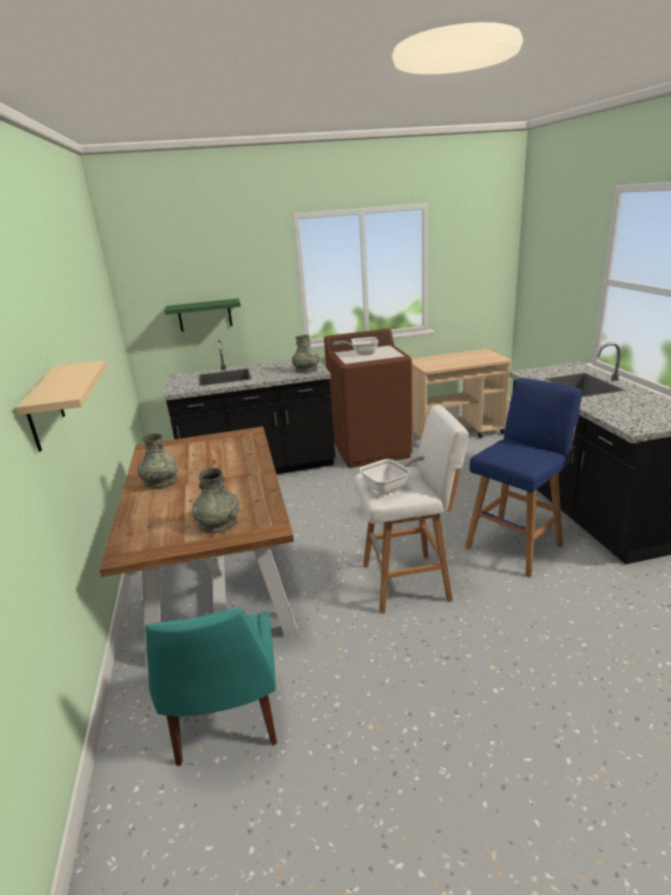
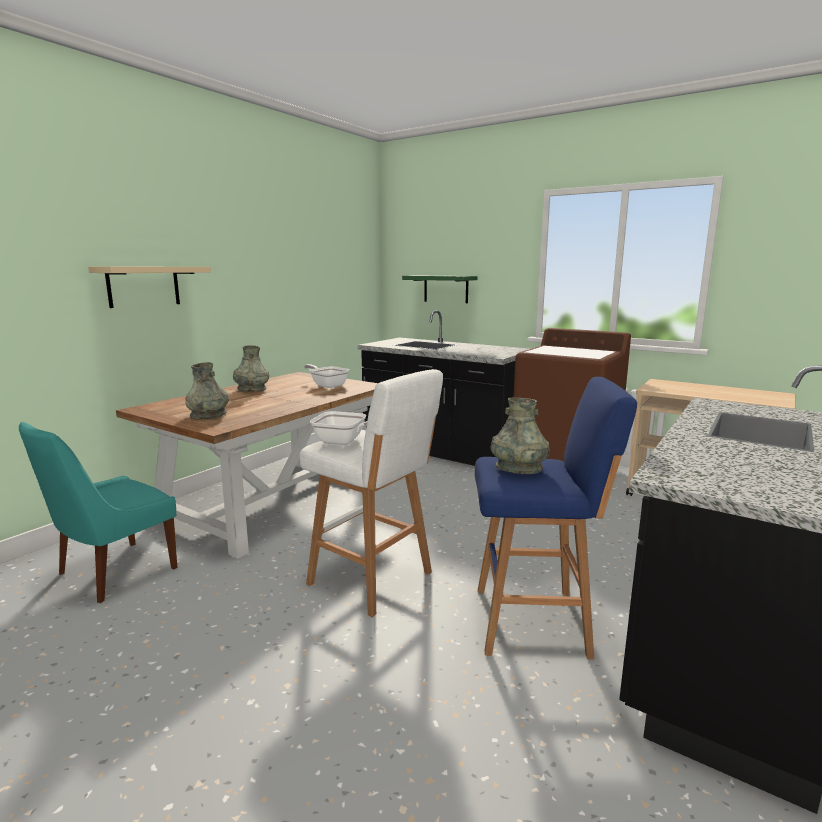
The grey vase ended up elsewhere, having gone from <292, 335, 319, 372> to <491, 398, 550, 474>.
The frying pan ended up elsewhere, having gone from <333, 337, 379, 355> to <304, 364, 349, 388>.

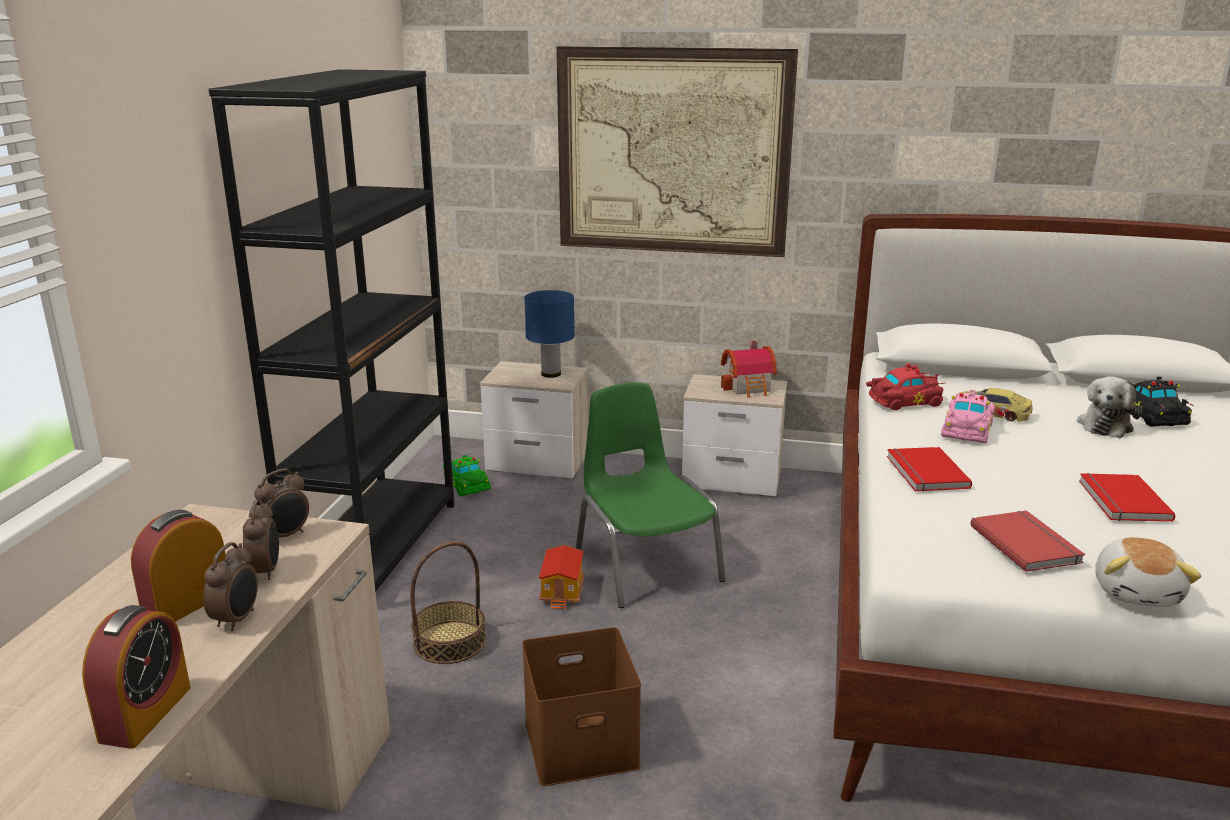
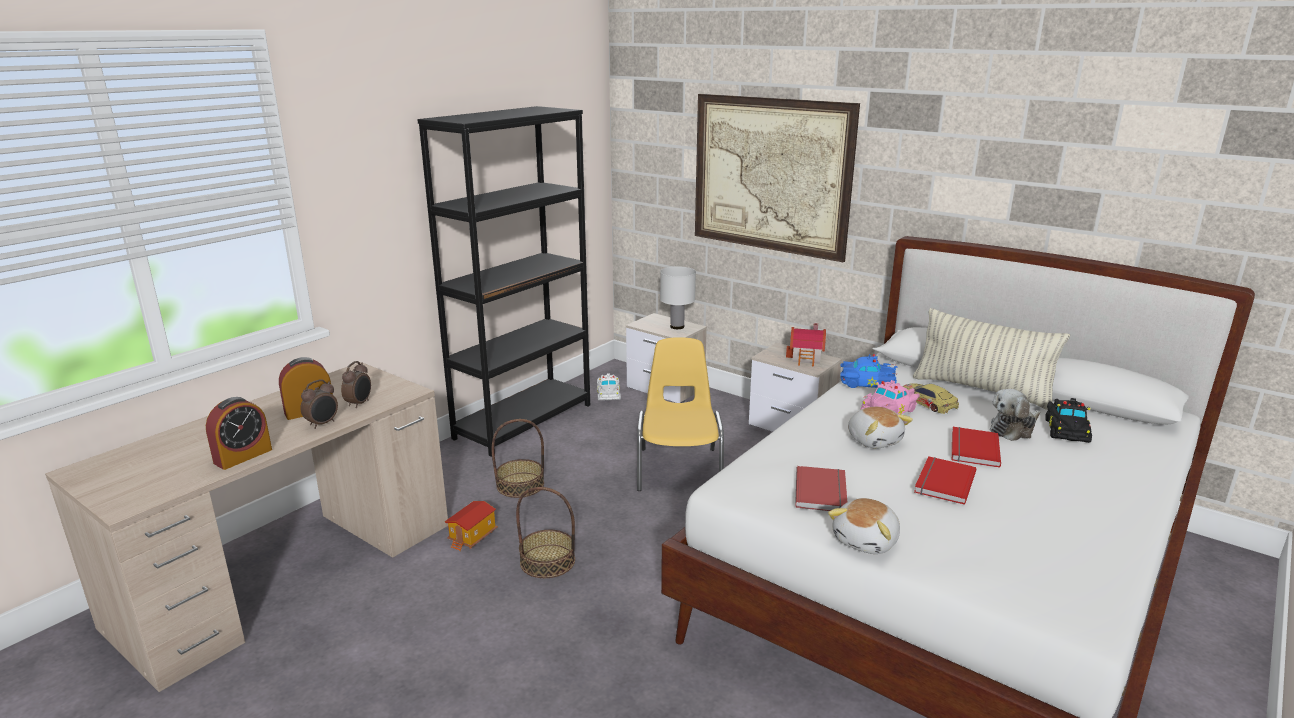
The second view lost the alarm clock at <254, 468, 309, 538>.
The second view gained the plush toy at <848, 407, 913, 449>.
The second view gained the pillow at <913, 308, 1070, 410>.
The toy house ended up elsewhere, having gone from <539, 545, 585, 610> to <444, 501, 498, 551>.
The red book ended up elsewhere, having gone from <887, 447, 972, 492> to <952, 427, 1001, 468>.
Where the brown storage box stood at <522, 627, 641, 786>, the basket came to stand at <516, 487, 575, 578>.
What was the green toy car at <443, 455, 491, 496> turned into the white toy car at <597, 373, 621, 400>.
What was the blue table lamp at <524, 290, 575, 378> turned into the white table lamp at <660, 266, 696, 329>.
What was the green chair at <576, 382, 726, 608> turned into the yellow chair at <637, 337, 724, 491>.
What was the red toy car at <866, 363, 946, 410> turned into the blue toy car at <840, 354, 897, 388>.

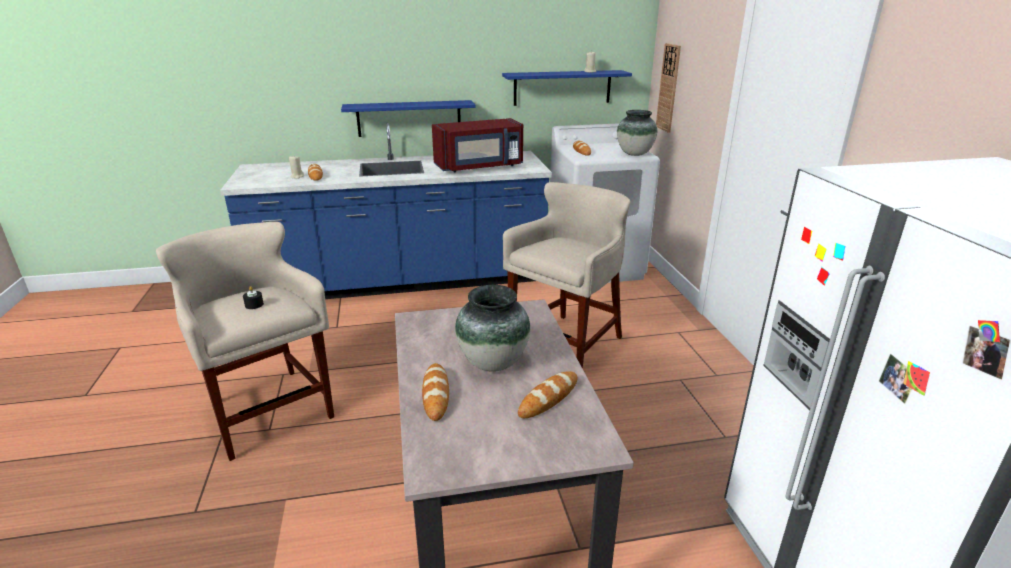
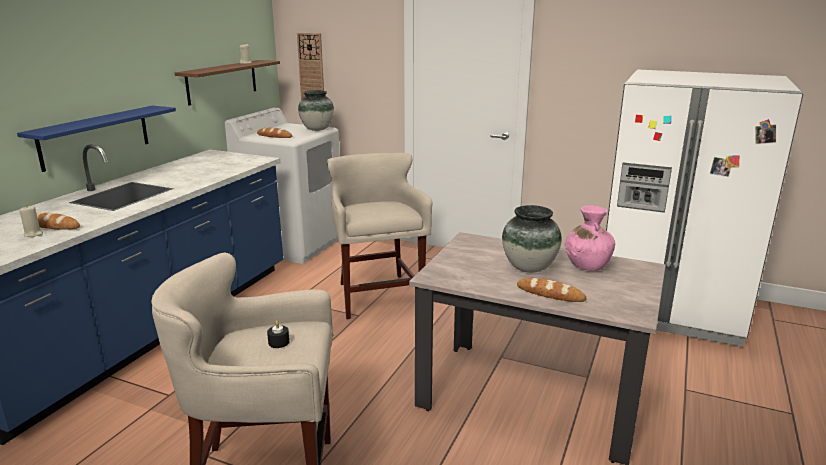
The second view lost the red microwave at <432, 118, 523, 172>.
Where the bread stood at <518, 371, 578, 418>, the pink vase came to stand at <565, 205, 615, 271>.
What was the blue shelf at <502, 70, 632, 106> turned into the brown shelf at <175, 60, 280, 105>.

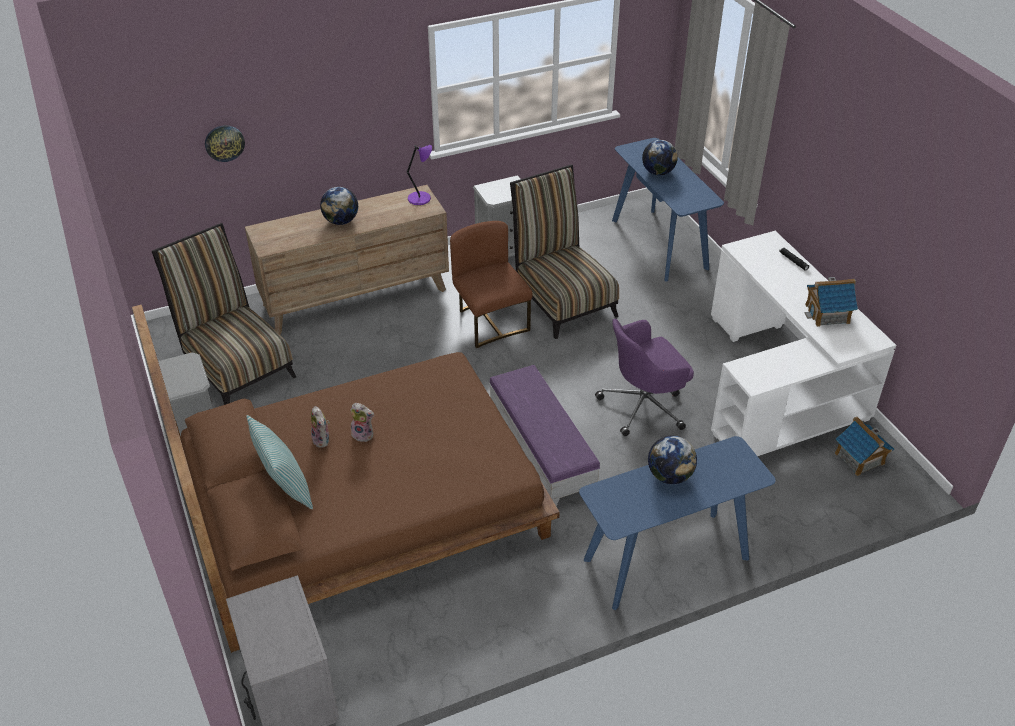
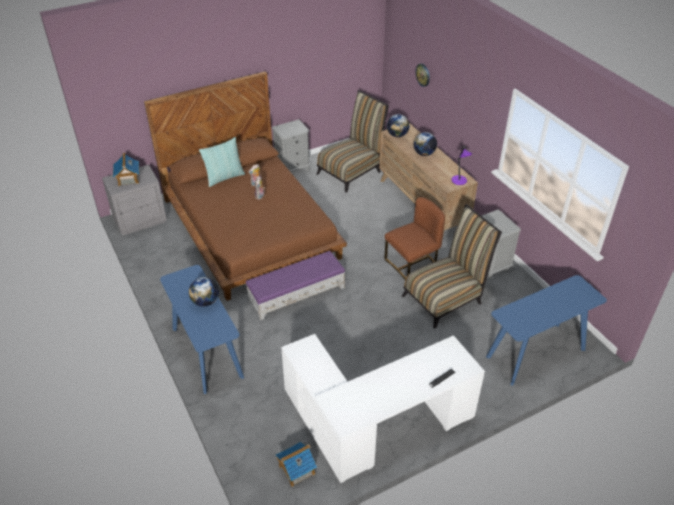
The second view lost the purple office chair at <595, 319, 694, 436>.
The globe ended up elsewhere, having gone from <642, 140, 678, 175> to <387, 114, 410, 137>.
The toy house ended up elsewhere, having gone from <804, 277, 858, 327> to <113, 153, 139, 186>.

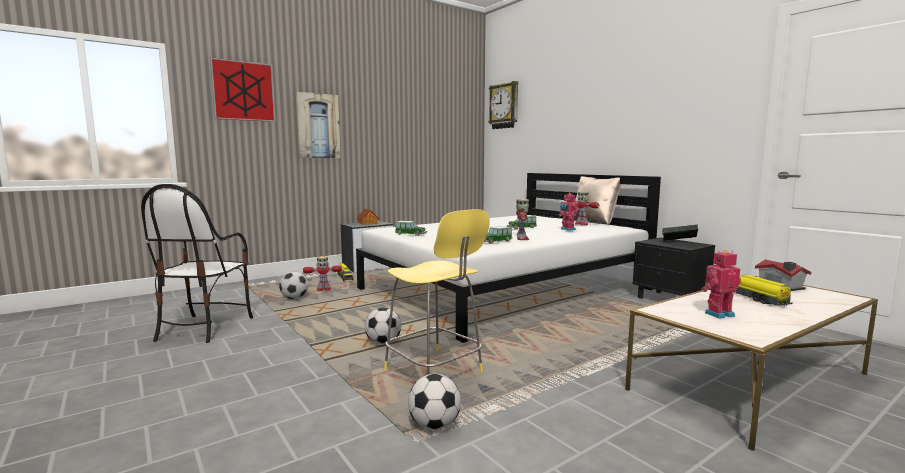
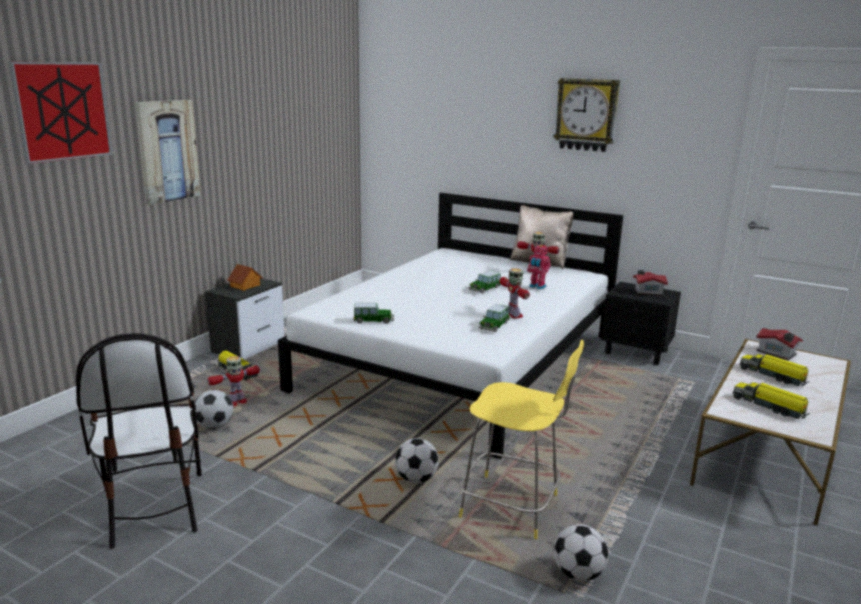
The wall clock ended up elsewhere, having gone from <488, 81, 518, 129> to <554, 78, 620, 152>.
Where the book stood at <662, 224, 698, 241>, the toy house came to stand at <633, 270, 668, 296>.
Where the toy robot stood at <702, 250, 741, 319>, the toy truck came to stand at <733, 382, 809, 420>.

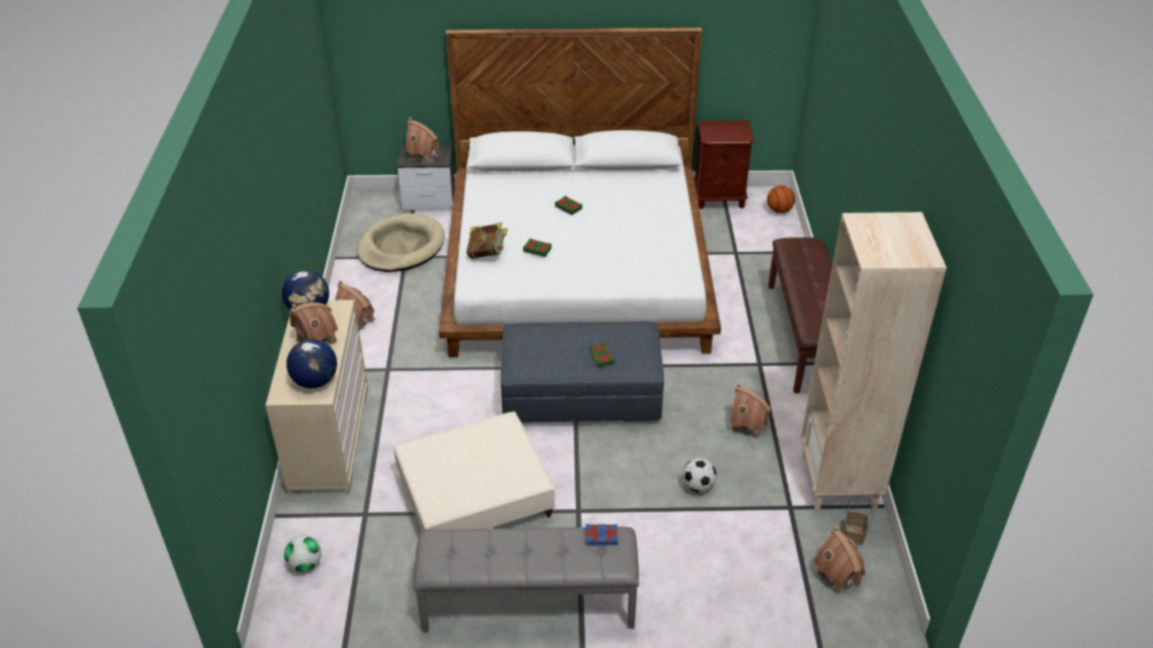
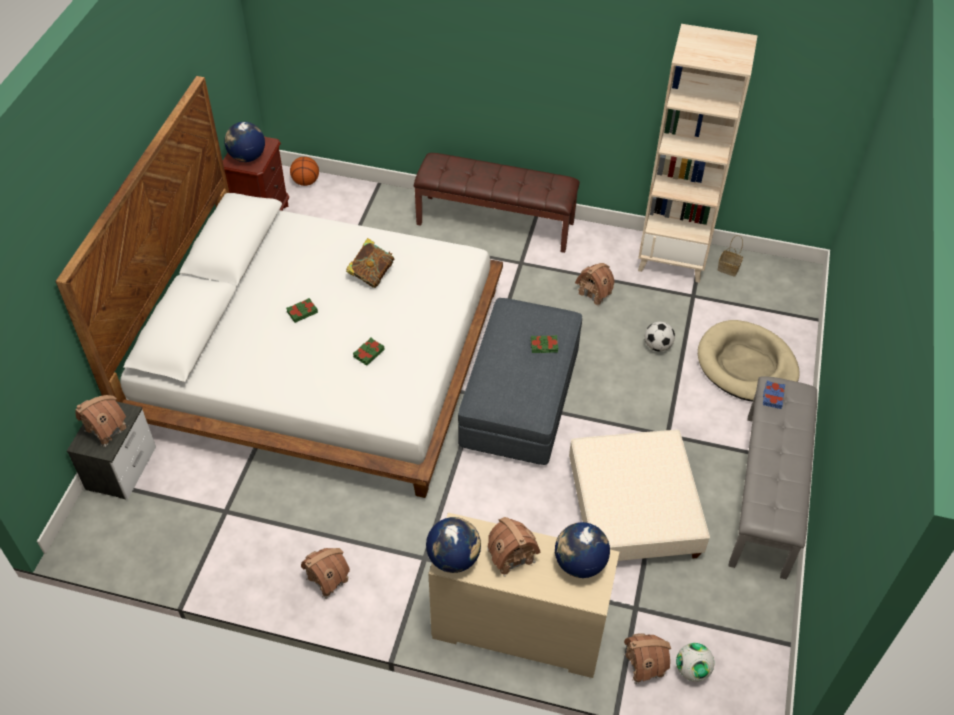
The second view gained the globe at <224, 122, 265, 162>.
The beige dog bed ended up elsewhere, having gone from <357, 213, 444, 272> to <698, 320, 800, 402>.
The book ended up elsewhere, having gone from <466, 222, 507, 259> to <346, 238, 394, 288>.
The toy house ended up elsewhere, having gone from <814, 526, 865, 593> to <624, 633, 671, 685>.

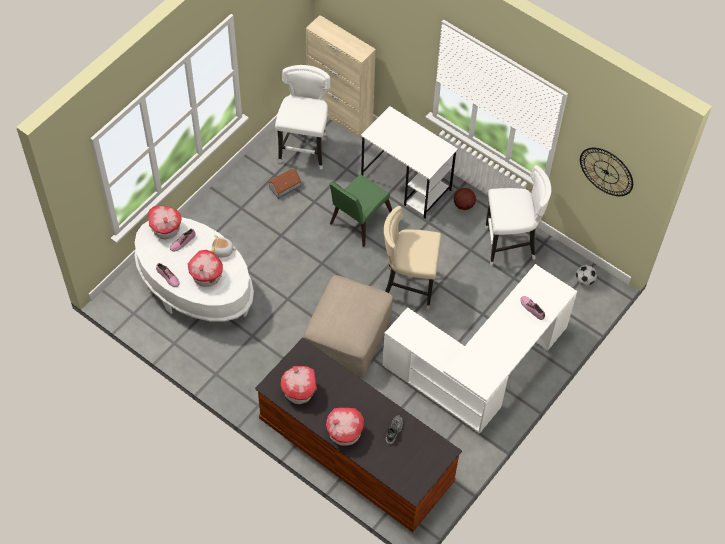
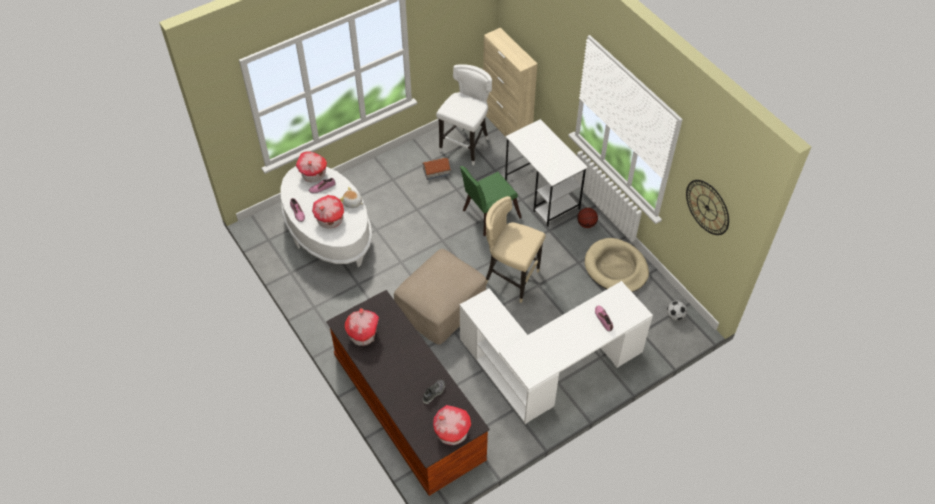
The toy house ended up elsewhere, having gone from <326, 408, 364, 446> to <433, 405, 471, 445>.
Where the white stool stood at <485, 165, 551, 266>, the beige dog bed came to stand at <585, 238, 649, 292>.

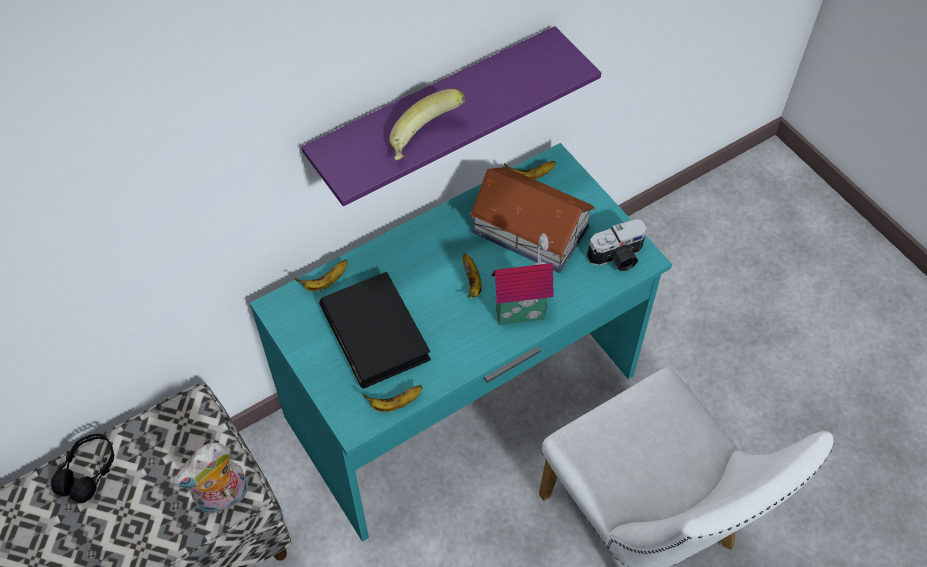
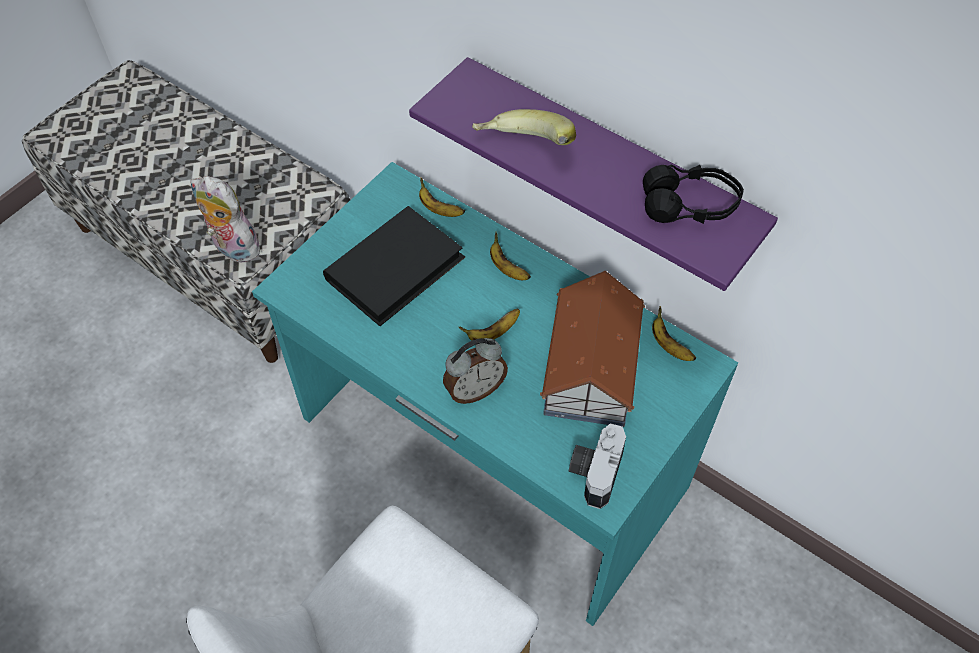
The black headphones ended up elsewhere, having gone from <51, 433, 114, 503> to <643, 165, 744, 224>.
The banana ended up elsewhere, having gone from <362, 385, 423, 412> to <490, 232, 531, 280>.
Where the toy house stood at <491, 233, 554, 325>, the alarm clock came to stand at <443, 338, 508, 404>.
The photo camera at <587, 219, 647, 271> ended up facing another way, 60 degrees clockwise from before.

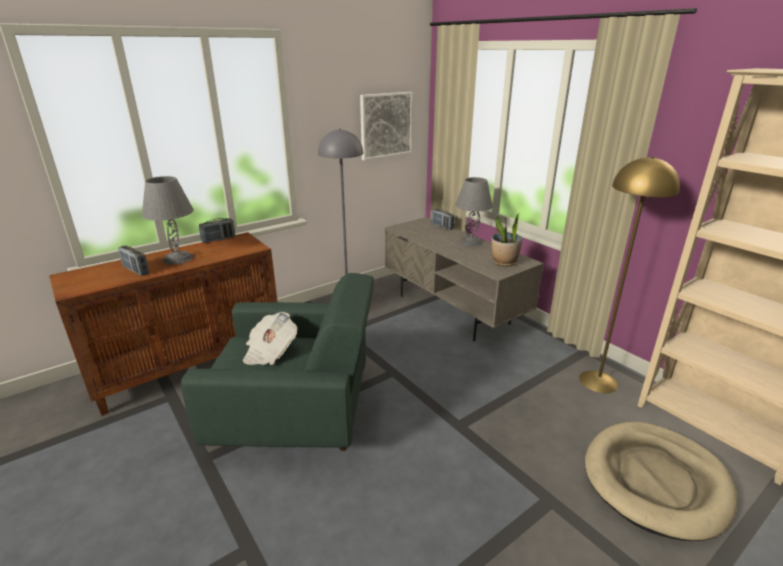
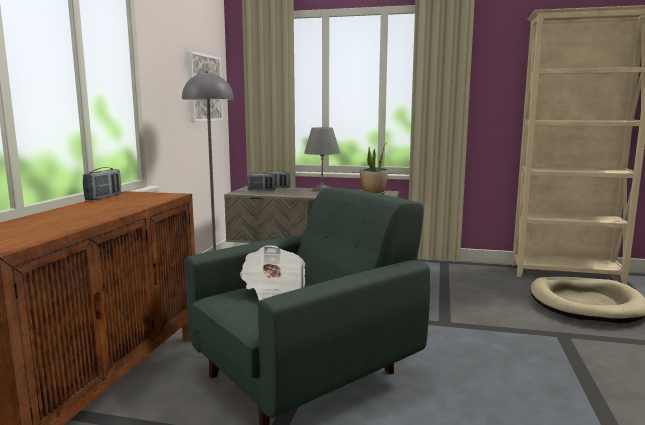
The second view lost the grey table lamp at <142, 176, 194, 265>.
The second view lost the yellow floor lamp at <579, 156, 680, 393>.
The radio ended up elsewhere, having gone from <118, 245, 149, 276> to <247, 172, 275, 190>.

